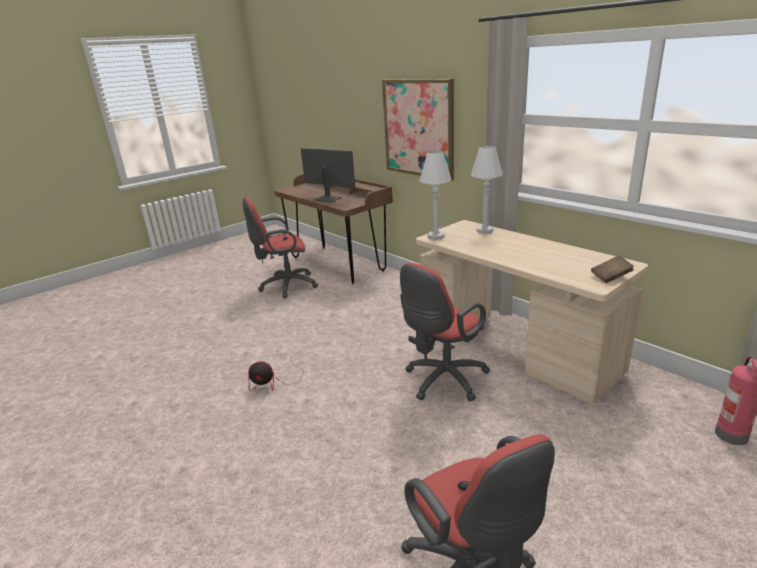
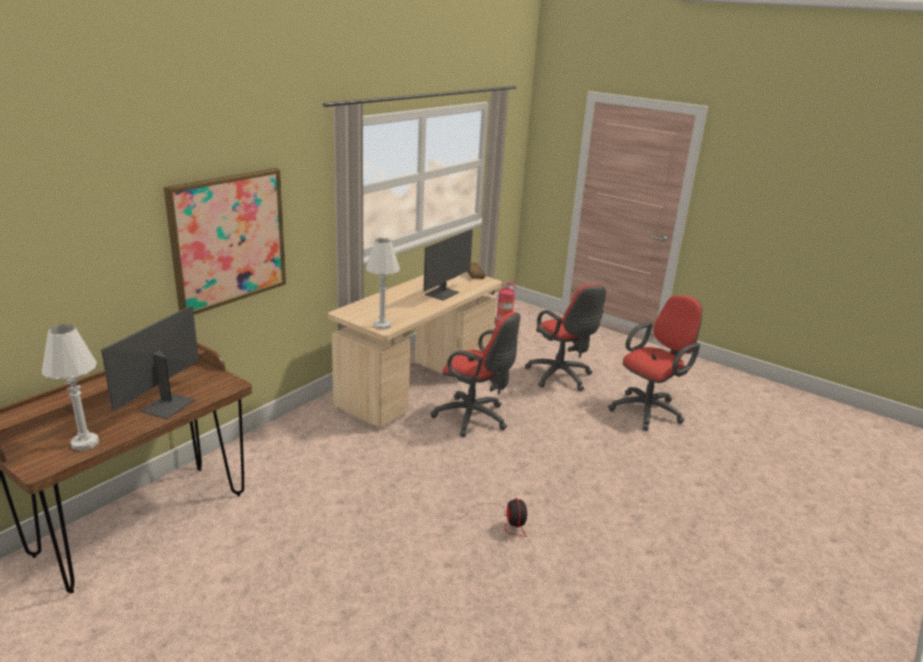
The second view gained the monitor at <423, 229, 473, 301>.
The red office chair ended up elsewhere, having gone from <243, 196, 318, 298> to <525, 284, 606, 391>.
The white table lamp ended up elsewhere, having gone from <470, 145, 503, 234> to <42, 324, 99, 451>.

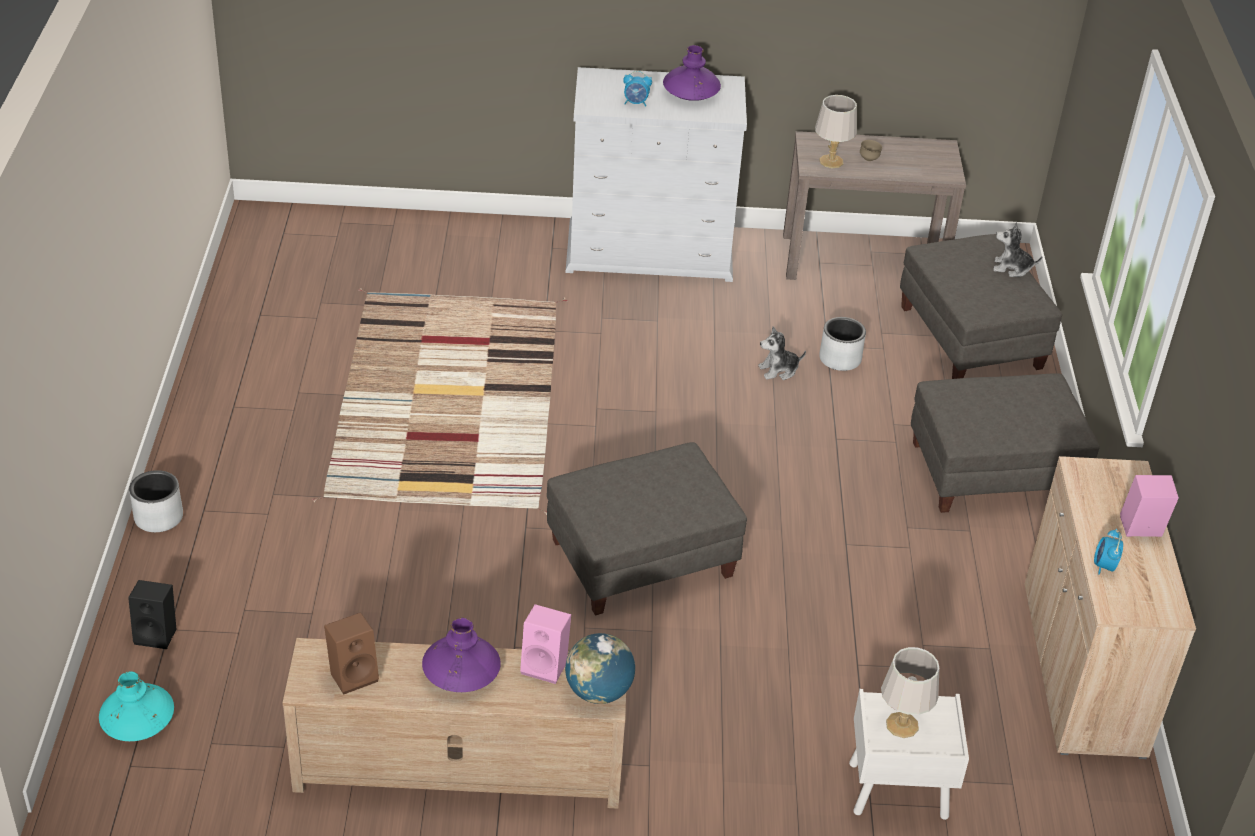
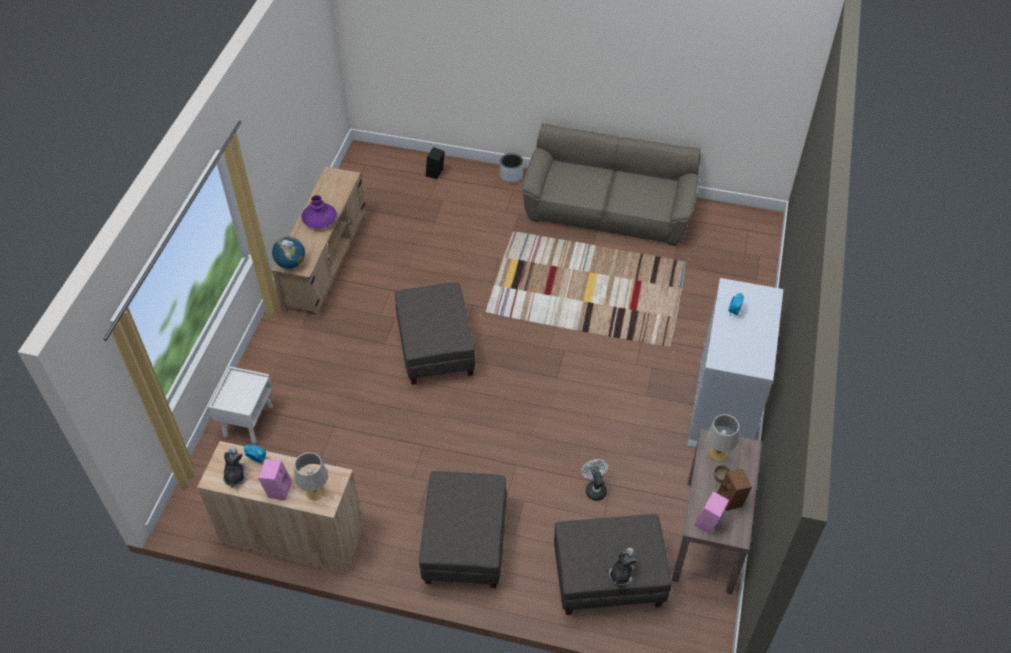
The second view lost the turquoise vase at <99, 671, 174, 741>.
The second view lost the purple vase at <663, 45, 721, 101>.
The second view gained the sofa at <522, 123, 700, 246>.
The brown speaker ended up elsewhere, having gone from <324, 612, 379, 695> to <717, 469, 752, 511>.
The pink speaker ended up elsewhere, having gone from <520, 604, 571, 684> to <695, 491, 729, 533>.
The plush toy ended up elsewhere, having gone from <758, 326, 806, 380> to <223, 446, 248, 488>.
The grey table lamp ended up elsewhere, having gone from <881, 647, 939, 738> to <294, 452, 328, 500>.
Where the grey planter stood at <819, 317, 866, 371>, the white fan came to stand at <581, 459, 608, 501>.

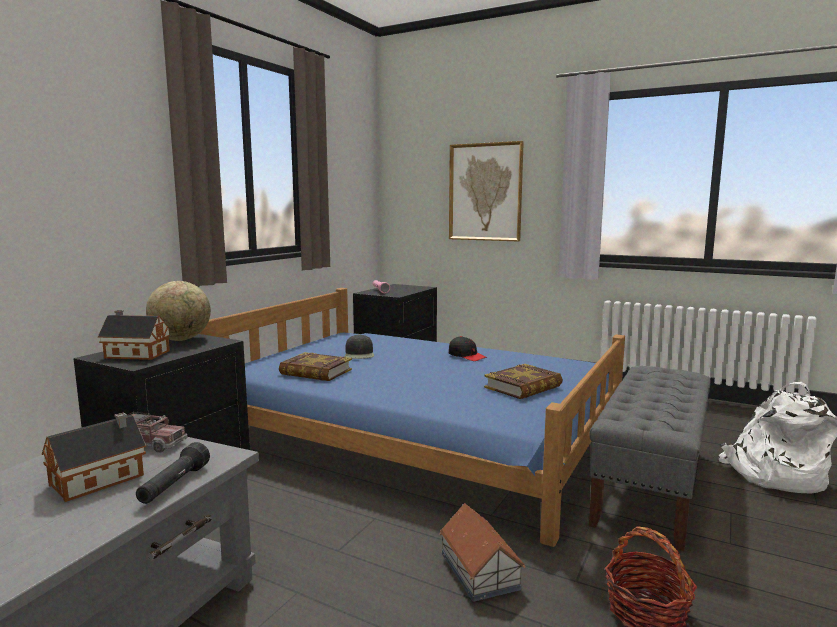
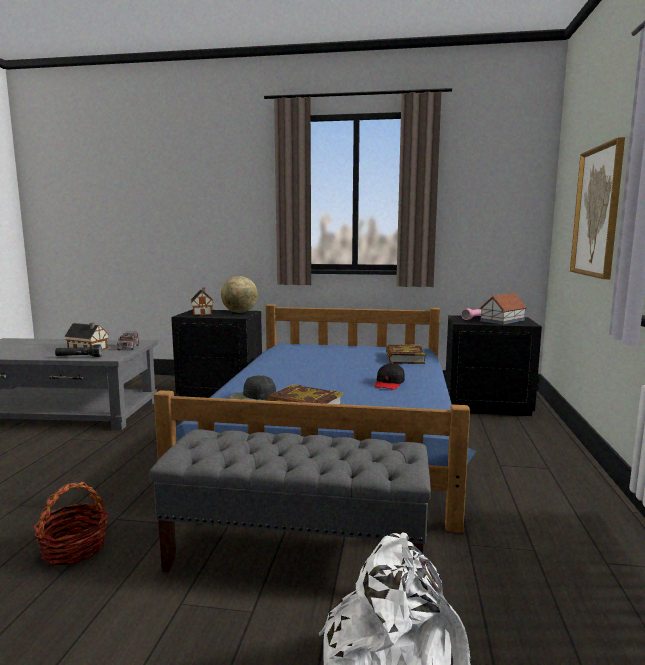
The book ended up elsewhere, having gone from <279, 352, 352, 381> to <386, 344, 425, 364>.
The black cap ended up elsewhere, having gone from <345, 334, 374, 359> to <229, 375, 276, 400>.
The toy house ended up elsewhere, having gone from <440, 503, 525, 602> to <479, 293, 527, 325>.

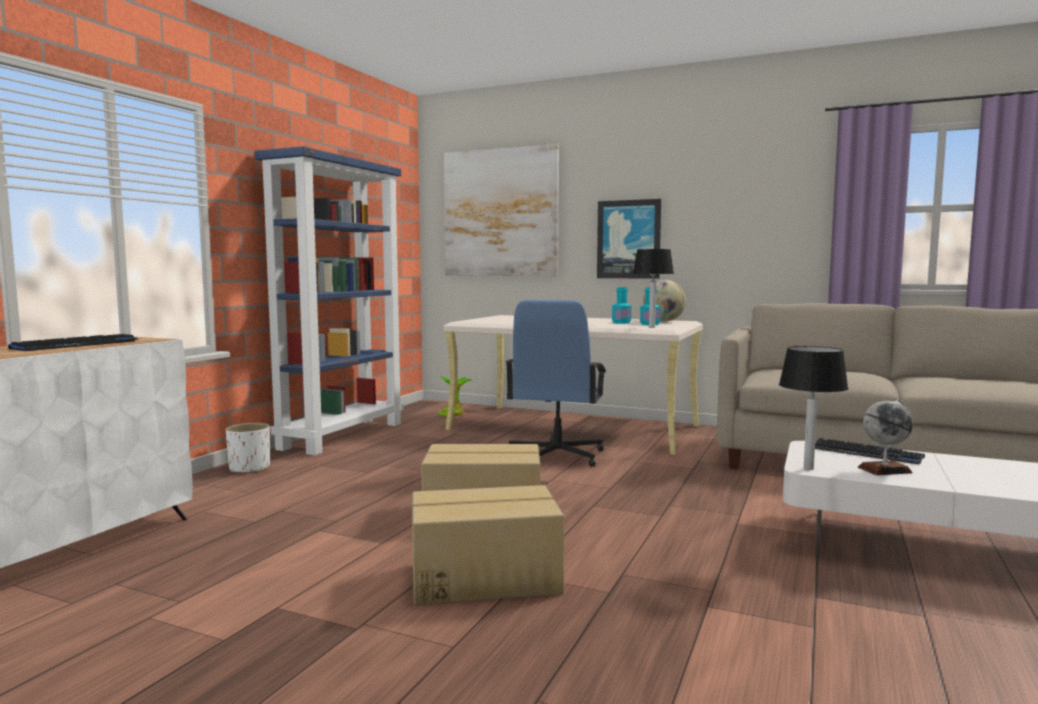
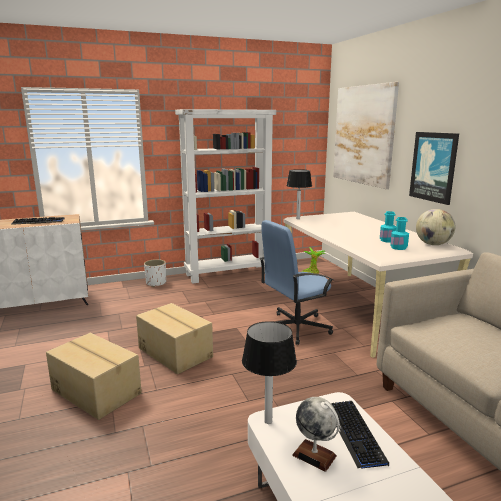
The table lamp ended up elsewhere, having gone from <633, 249, 674, 328> to <286, 169, 312, 219>.
What was the blue bookcase at <255, 146, 404, 455> turned into the white bookcase at <175, 109, 276, 284>.

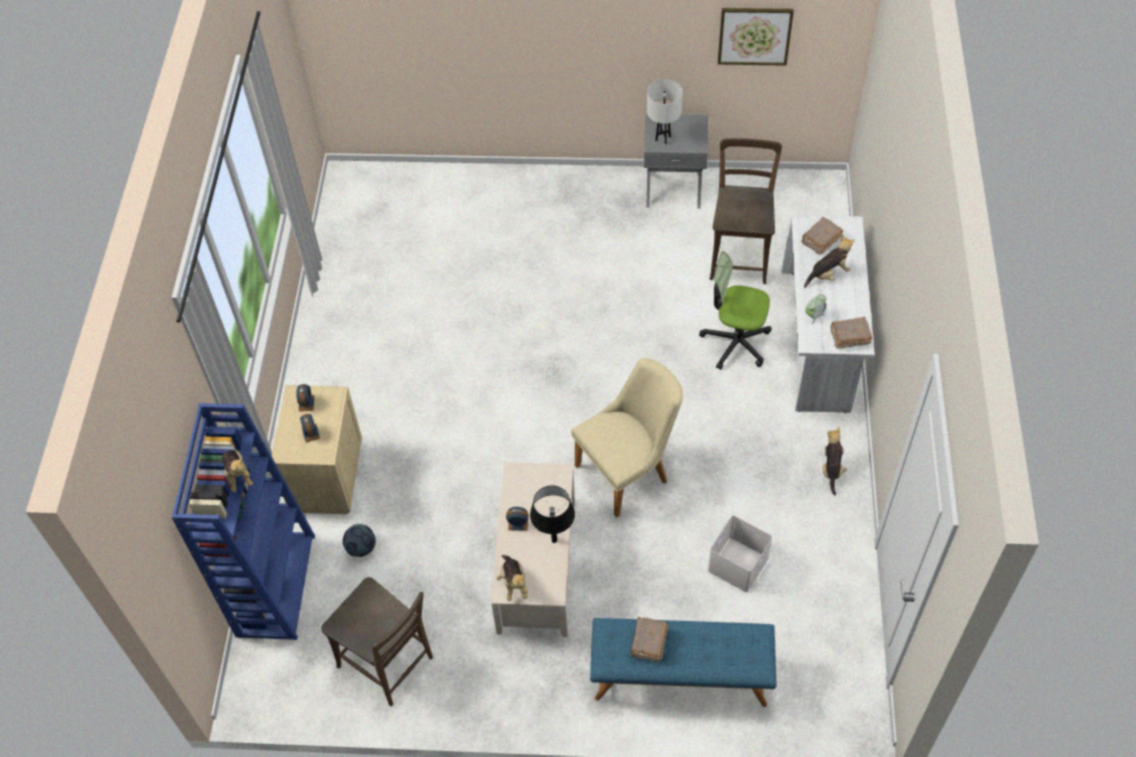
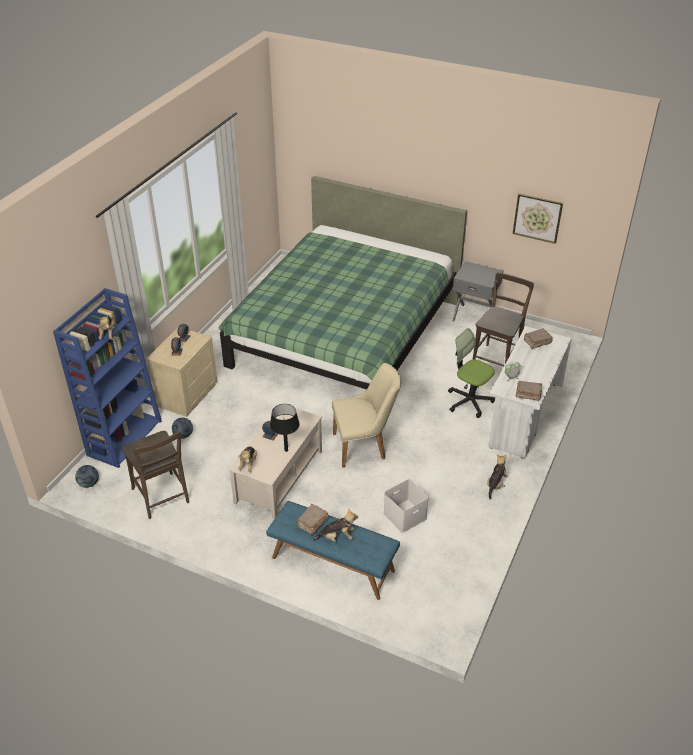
The second view lost the white table lamp at <647, 79, 683, 144>.
The second view gained the football at <75, 465, 99, 488>.
The second view gained the green bed at <218, 176, 467, 390>.
The plush toy ended up elsewhere, having gone from <804, 235, 855, 288> to <314, 509, 358, 542>.

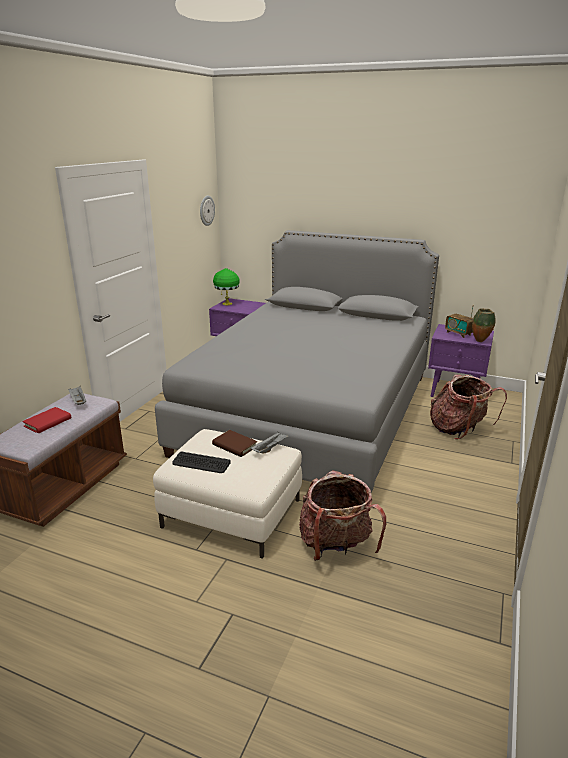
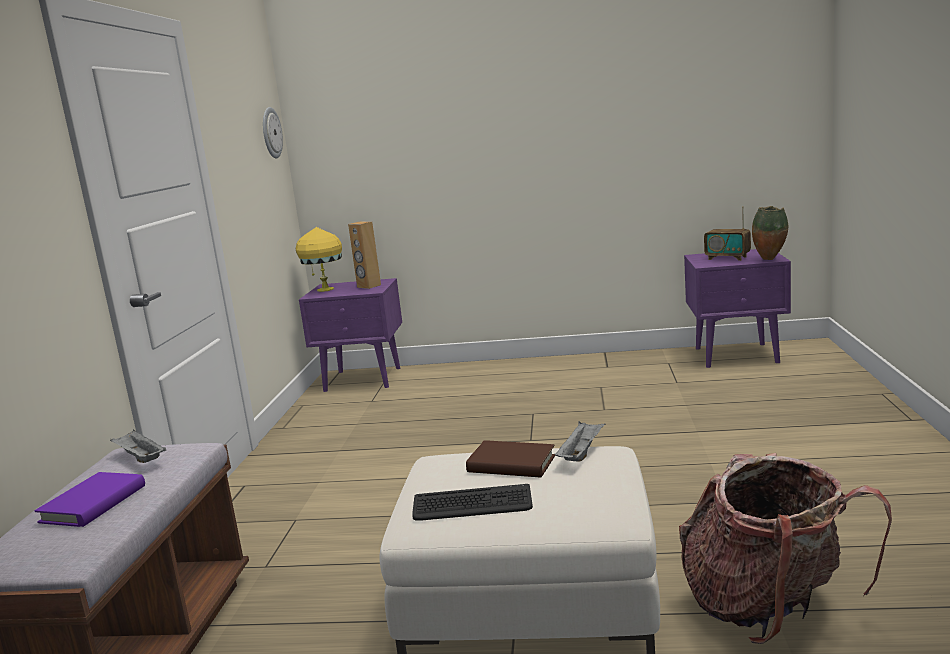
The second view lost the grey bed at <155, 230, 439, 493>.
The second view lost the backpack at <430, 375, 507, 440>.
The second view gained the brown speaker at <348, 221, 381, 289>.
What was the red book at <22, 407, 71, 433> turned into the purple book at <34, 472, 145, 527>.
What was the green table lamp at <213, 268, 240, 305> turned into the yellow table lamp at <296, 227, 342, 292>.

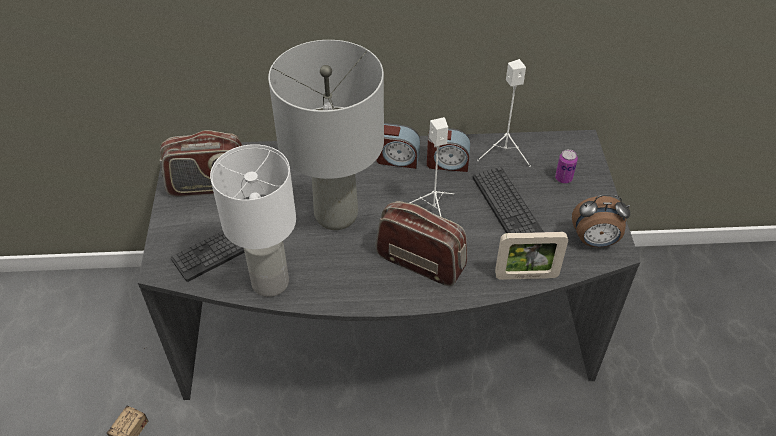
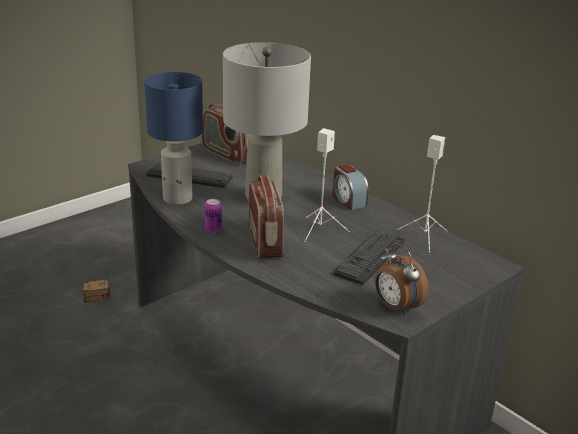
The second view lost the alarm clock at <427, 128, 470, 172>.
The second view lost the picture frame at <495, 232, 568, 280>.
The can ended up elsewhere, having gone from <555, 149, 578, 184> to <205, 199, 222, 233>.
What was the white table lamp at <210, 144, 296, 297> turned into the blue table lamp at <144, 72, 203, 205>.

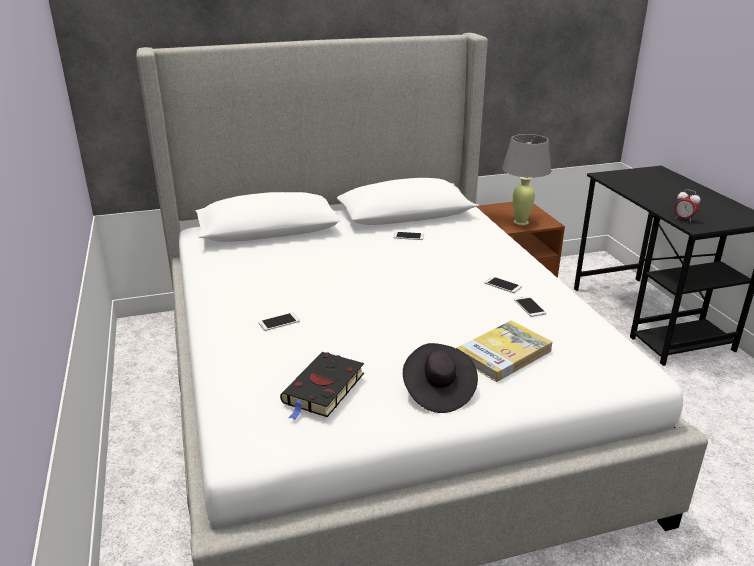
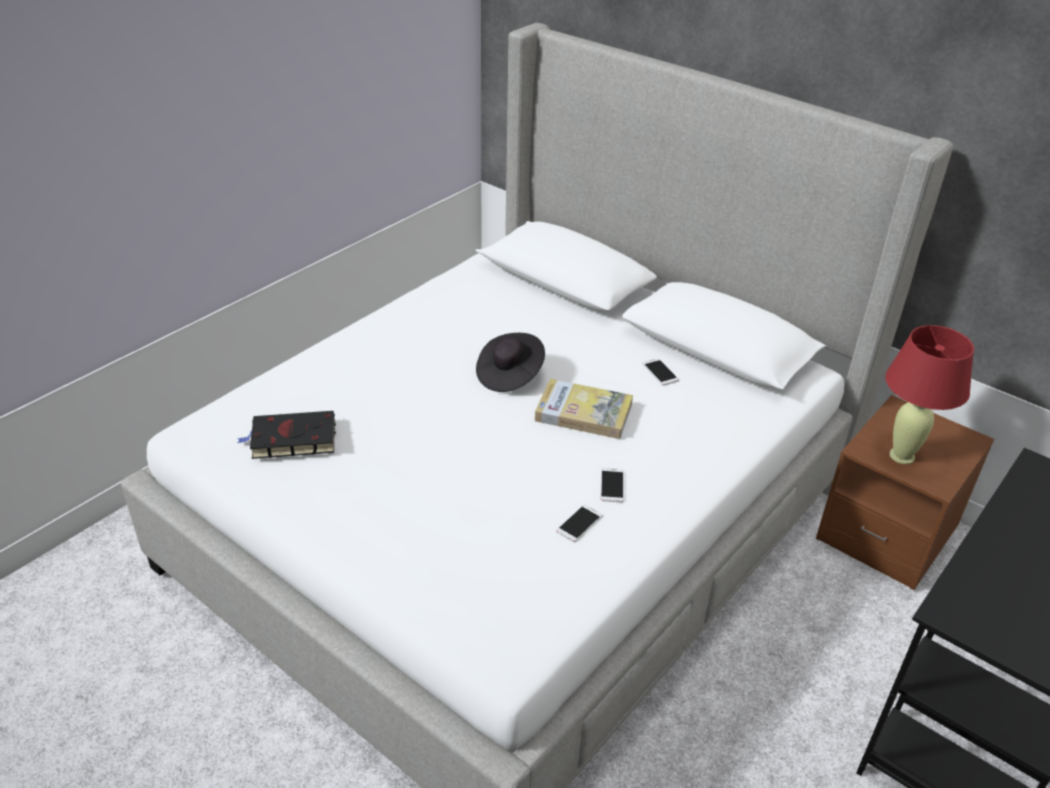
The second view lost the phone at <258, 313, 300, 331>.
The second view lost the alarm clock at <674, 189, 700, 223>.
The black hat ended up elsewhere, having gone from <403, 343, 478, 413> to <476, 333, 545, 392>.
The book ended up elsewhere, having gone from <457, 320, 552, 382> to <535, 379, 633, 439>.
What was the grey table lamp at <502, 134, 552, 225> turned into the red table lamp at <885, 325, 974, 464>.

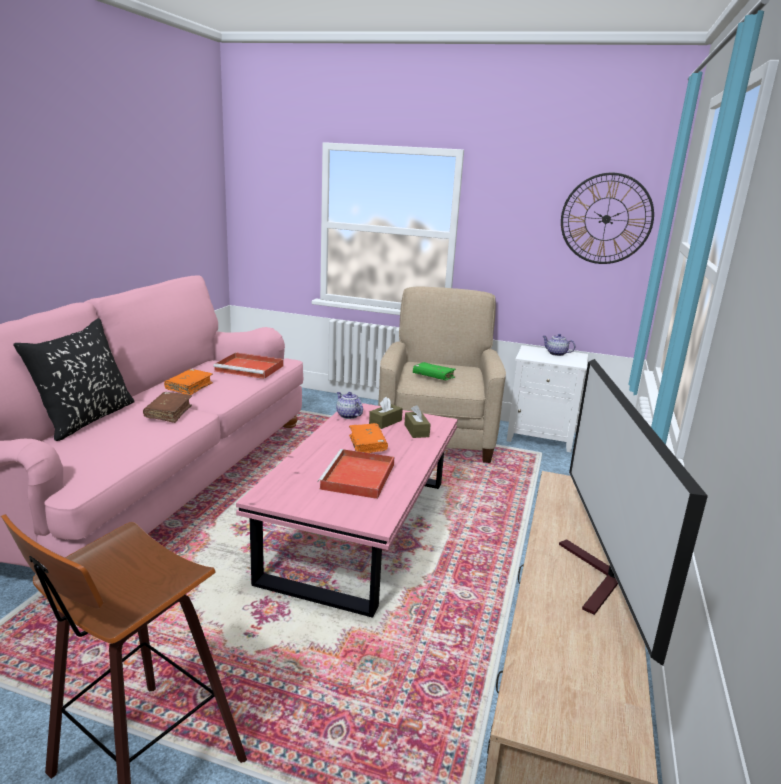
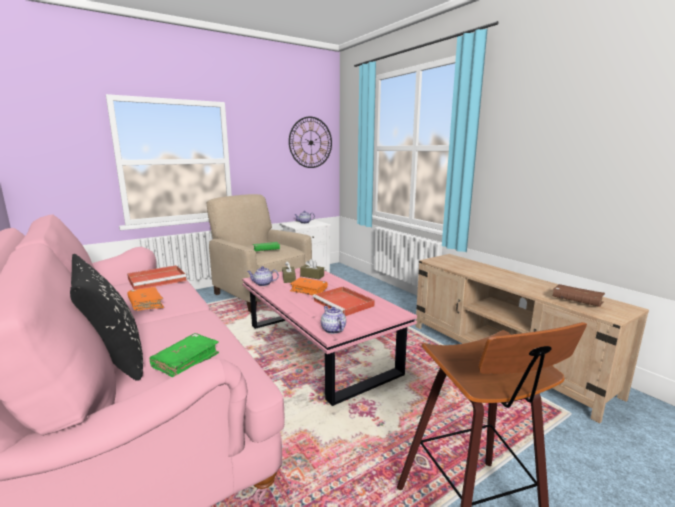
The second view lost the television at <559, 359, 708, 666>.
The second view gained the green book at <150, 333, 219, 377>.
The second view gained the teapot at <321, 306, 346, 334>.
The brown book ended up elsewhere, having gone from <143, 392, 192, 423> to <553, 284, 605, 307>.

